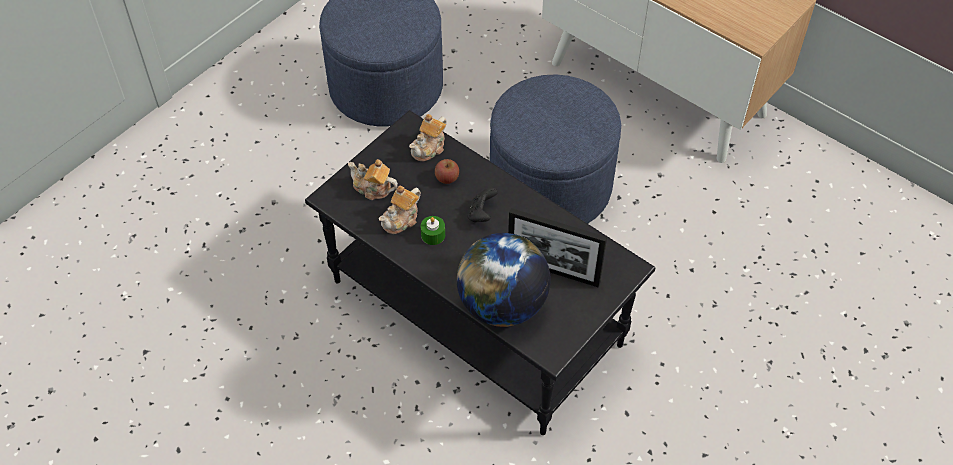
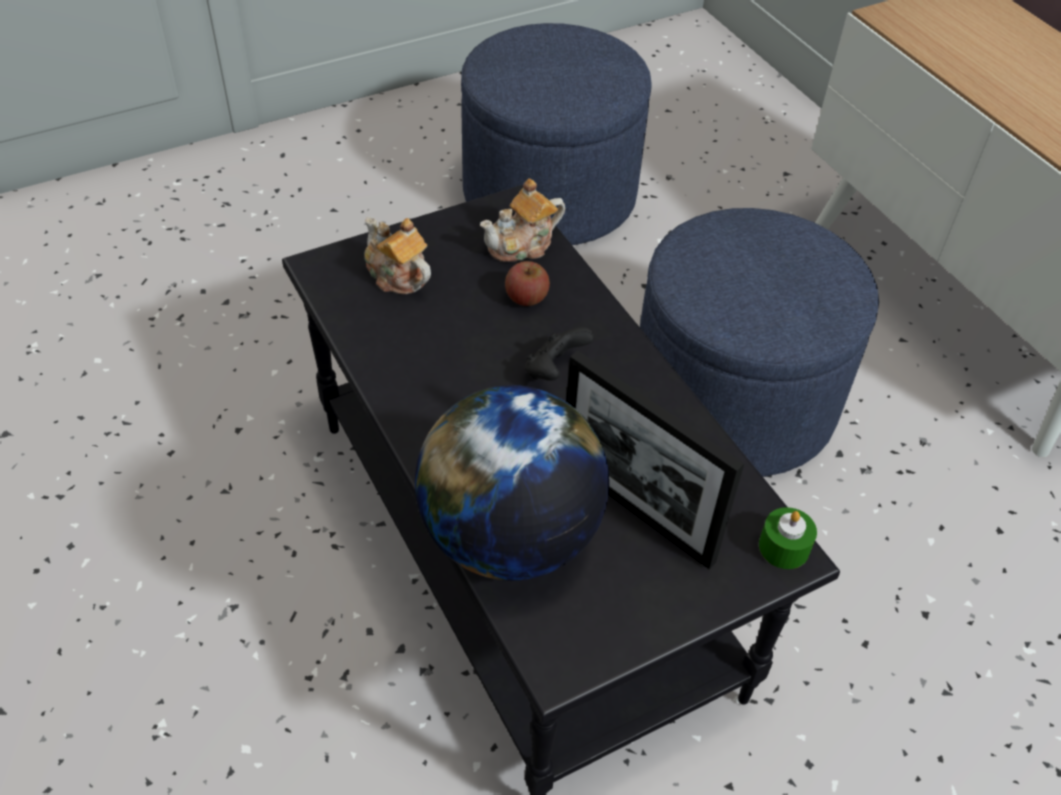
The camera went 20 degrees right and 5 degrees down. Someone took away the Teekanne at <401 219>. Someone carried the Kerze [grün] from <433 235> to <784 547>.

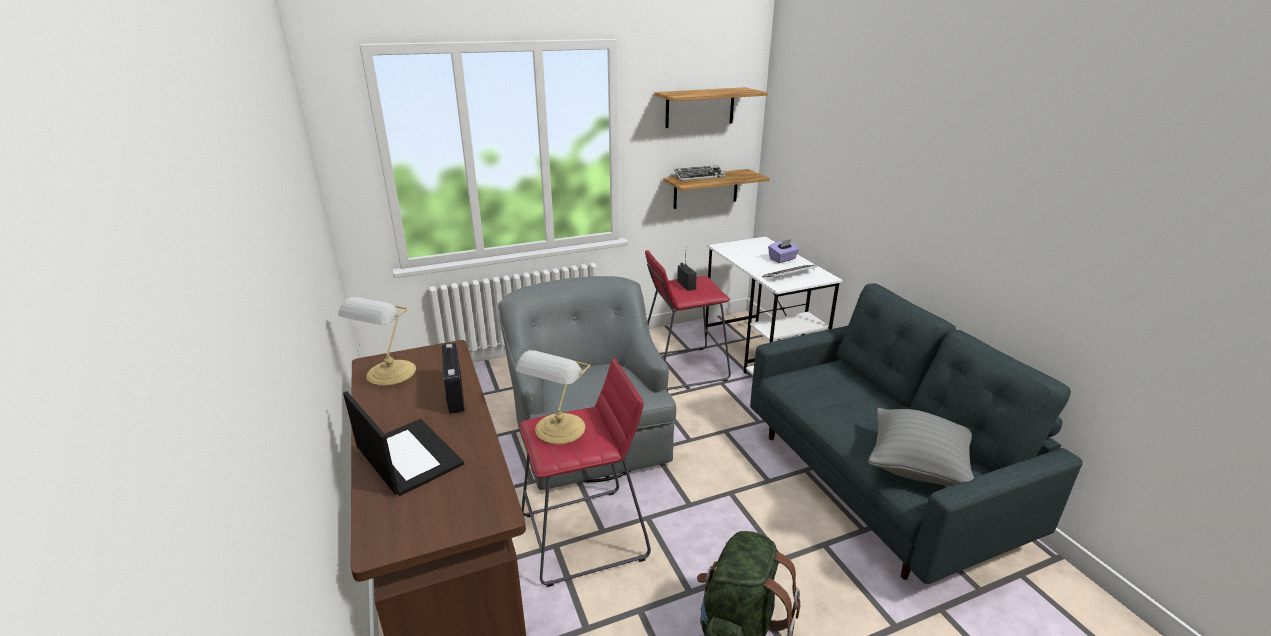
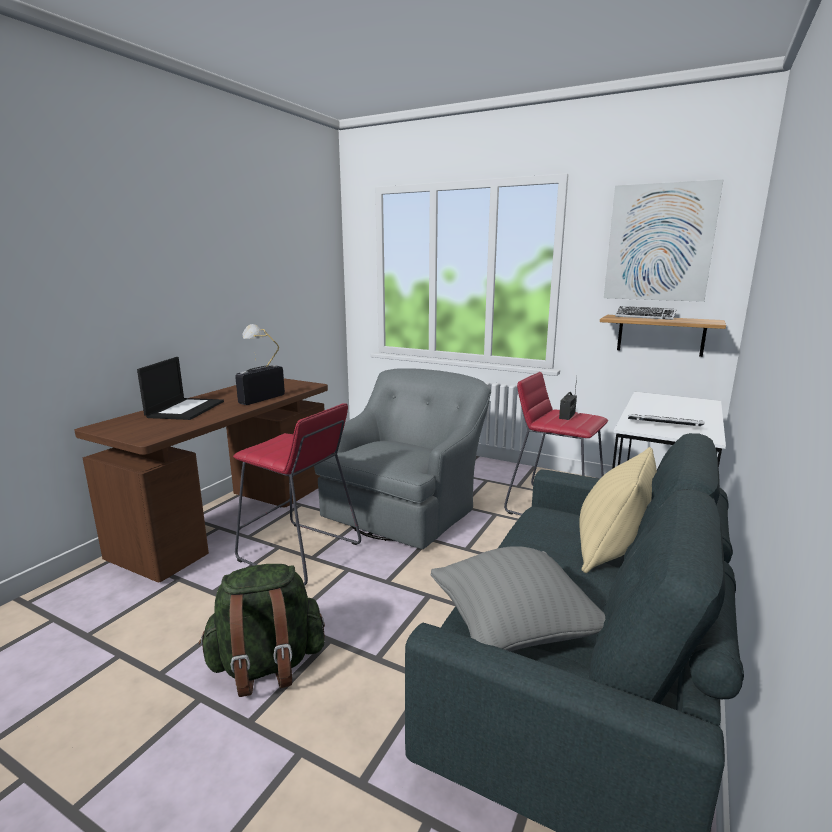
The camera went 50 degrees right and 10 degrees down. Someone took away the Tischlampe at <559 430>. Someone took away the Taschentuchbox [lila] at <782 259>. Someone put down the Kissen [beige] at <611 551>. Someone swapped the Wandregal at <700 107> for the Bild at <659 243>.

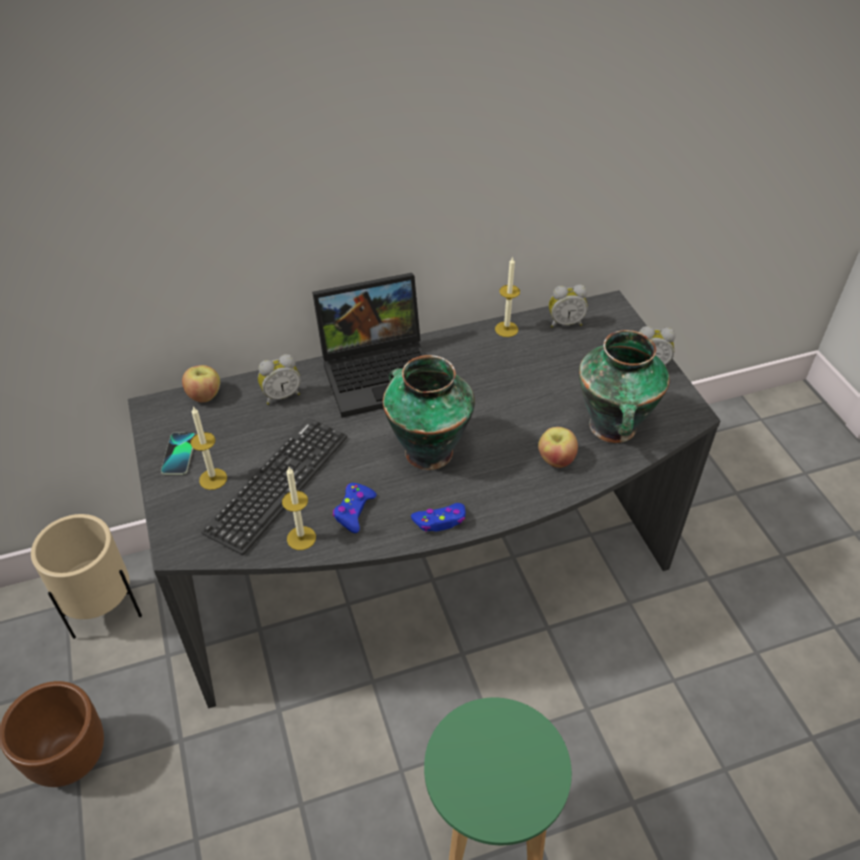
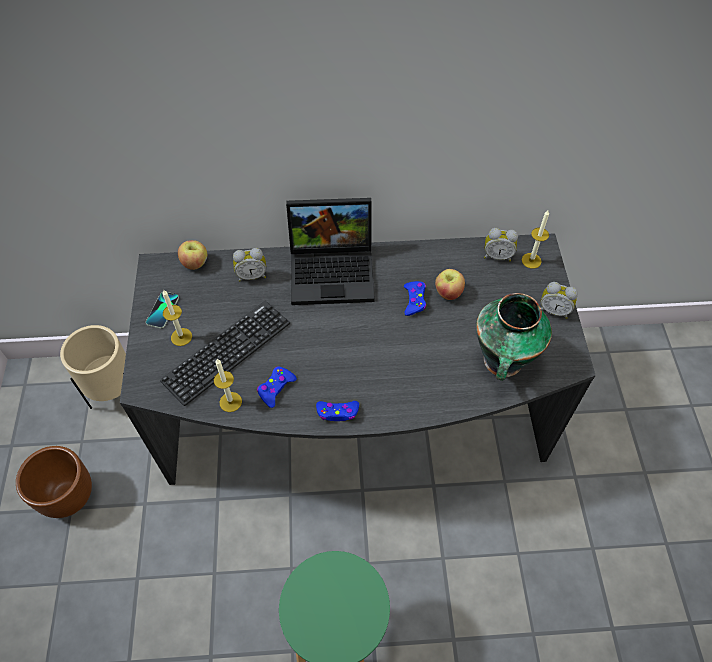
The camera went 15 degrees right and 10 degrees up. Someone took away the Vase at <427 450>. Someone put down the Gamepad [blau] at <414 300>. Someone carried the Kerze from <506 329> to <531 260>. Someone carried the Apfel from <556 459> to <448 292>.

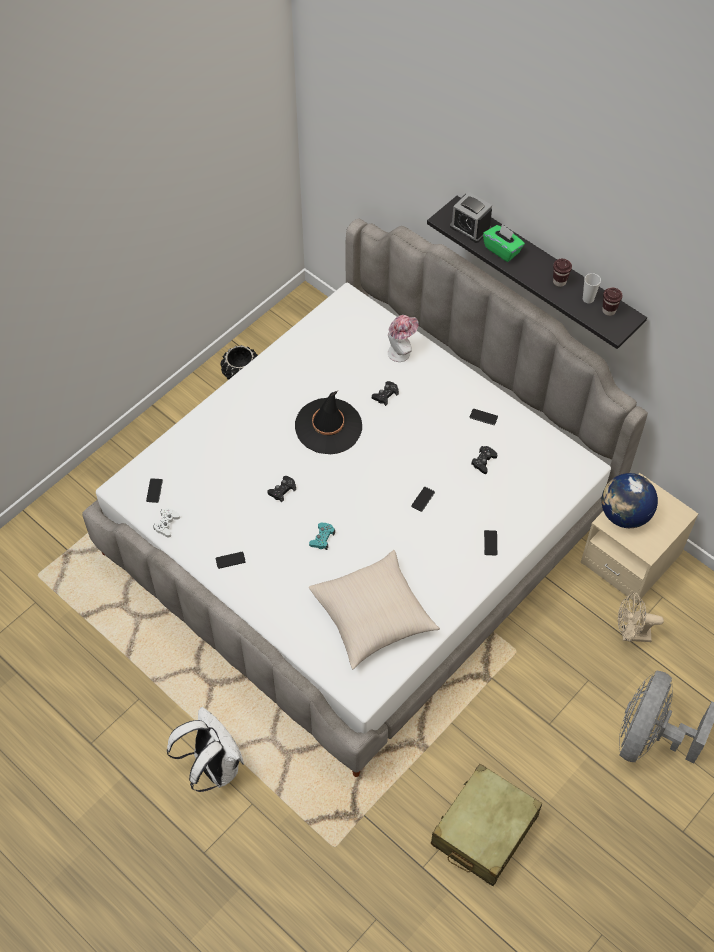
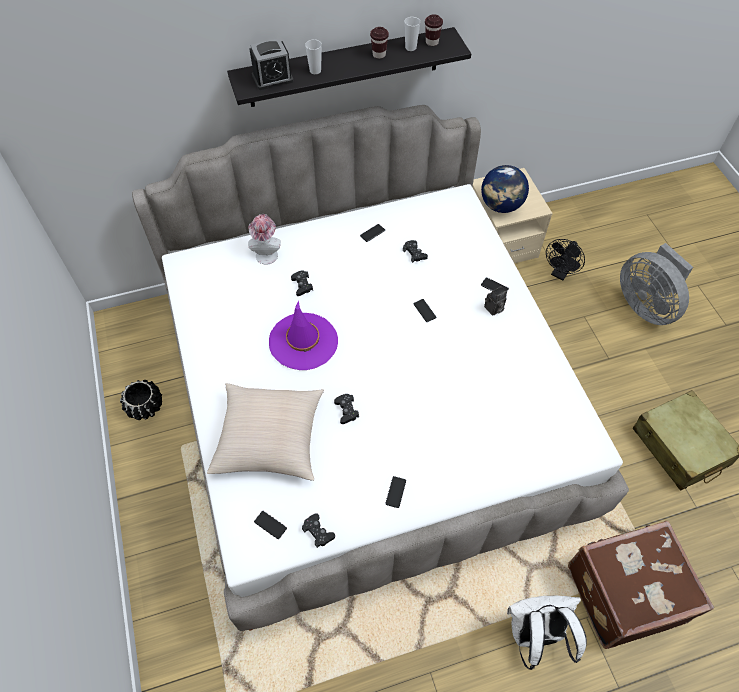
The camera went 60 degrees left and 0 degrees up. Someone took away the Gamepad [türkis] at <322 538>. Someone put down the Kamera at <493 309>. Someone put down the Koffer [braun] at <622 591>. Someone carried the Kissen [beige] from <373 616> to <269 438>. Someone swapped the Taschentuchbox [grün] at <502 250> for the Tasse at <315 71>. Someone repainted the Gamepad [weiß] at <166 524>, which became the Gamepad [schwarz] at <318 532>. Someone repainted the Hut [schwarz] at <328 426>, which became the Hut [lila] at <303 341>. Someone repainted the Ventilator [beige] at <631 634>, which became the Ventilator [schwarz] at <560 273>.

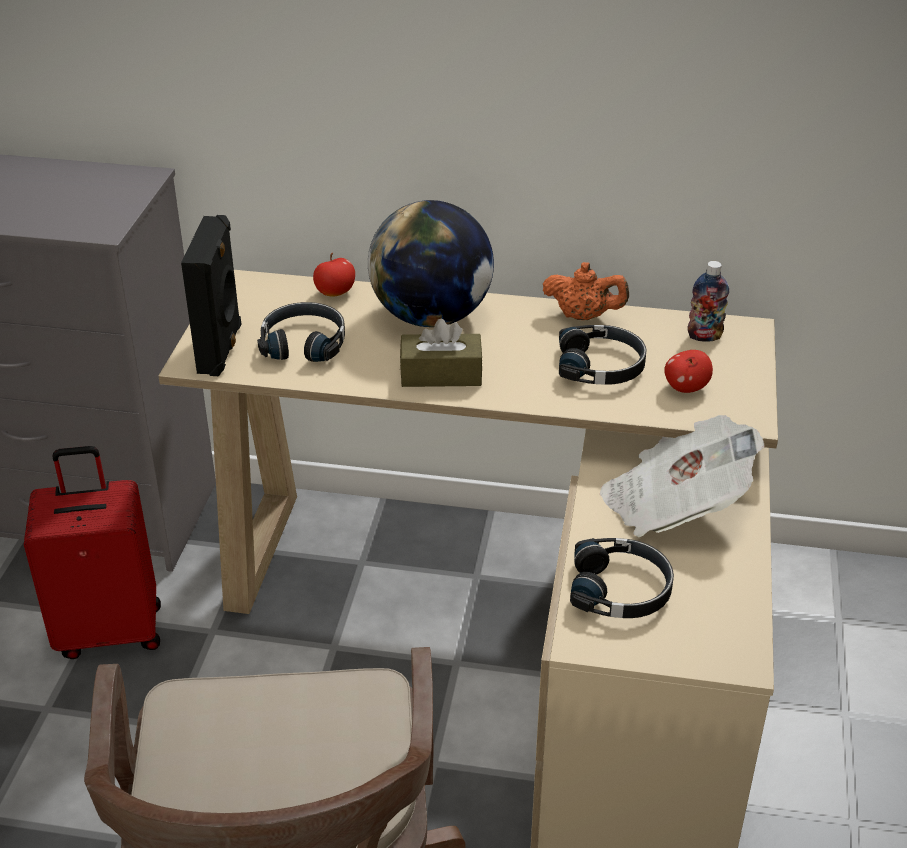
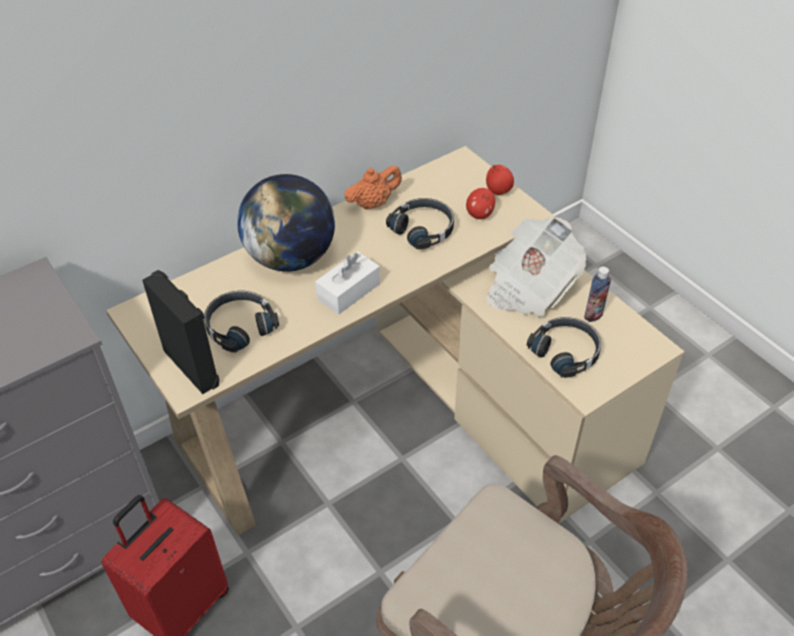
The camera went 45 degrees left and 10 degrees up. Someone carried the Apfel from <335 293> to <498 190>. Someone carried the Flasche from <704 336> to <593 314>. Someone repainted the Taschentuchbox [braun] at <441 374>, which became the Taschentuchbox [weiß] at <348 291>.

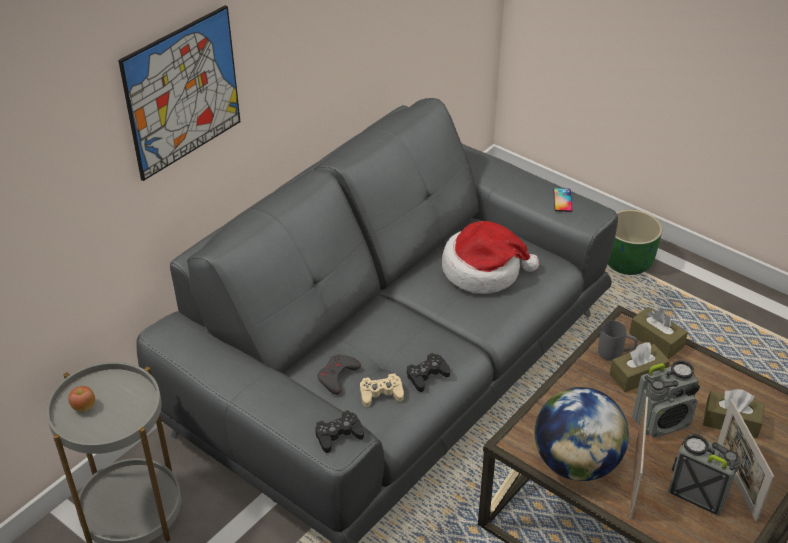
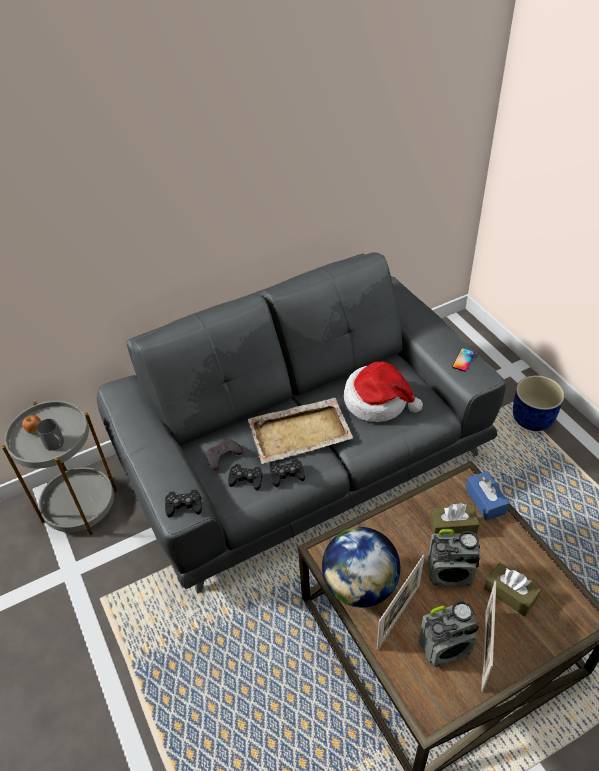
The camera went 25 degrees right and 5 degrees up. Someone took away the Bild at <182 92>. Someone put down the Tablett [beige] at <301 432>. Someone carried the Henkelbecher [grau] from <615 353> to <57 445>. Someone repainted the Gamepad [beige] at <381 394>, which became the Gamepad [schwarz] at <246 479>. Someone repainted the Pflanzkübel [grün] at <628 263>, which became the Pflanzkübel [blau] at <533 419>. Someone repainted the Taschentuchbox [braun] at <656 340>, which became the Taschentuchbox [blau] at <485 501>. Someone rotated the Radio at <698 492> by 105 degrees clockwise.

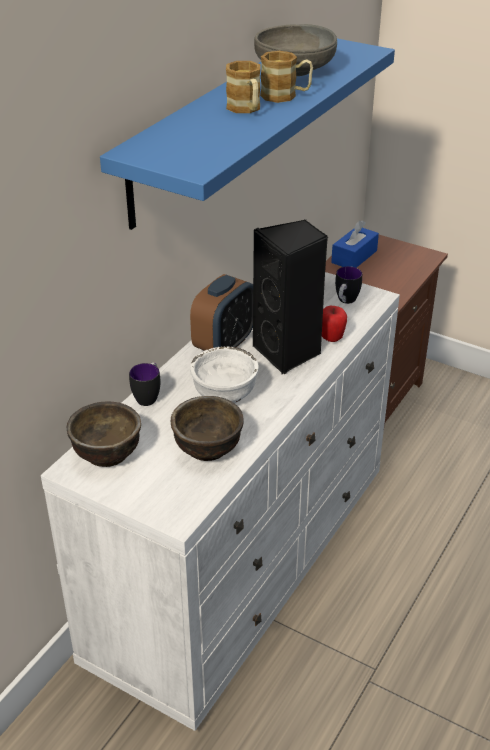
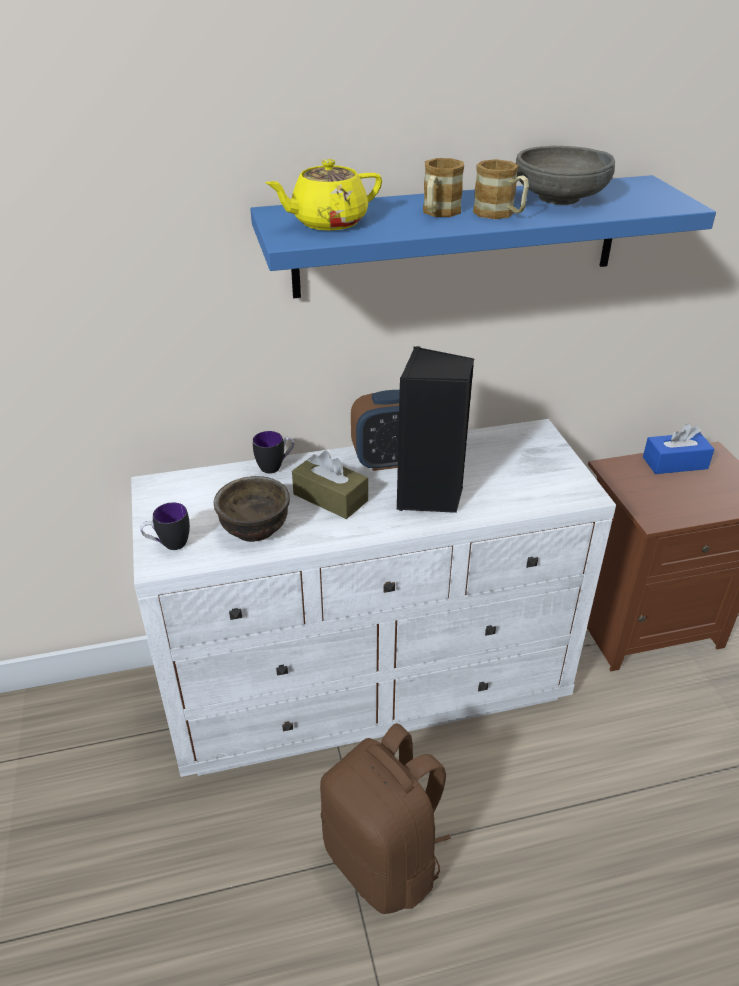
The camera went 45 degrees right and 0 degrees up. Someone took away the Schüssel [braun] at <106 453>. Someone took away the Apfel at <331 338>. Someone put down the Teekanne [gelb] at <327 222>. Someone put down the Rucksack [braun] at <384 860>. Someone carried the Henkelbecher from <345 302> to <169 545>. Someone swapped the Schüssel [weiß] at <225 394> for the Taschentuchbox [braun] at <330 497>.

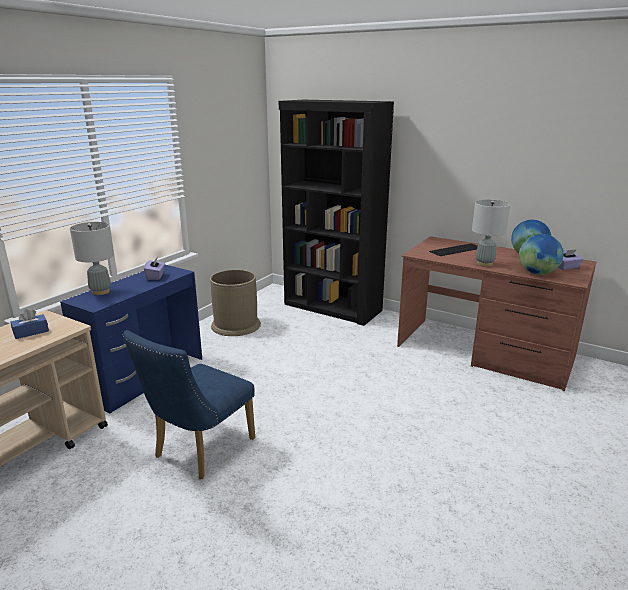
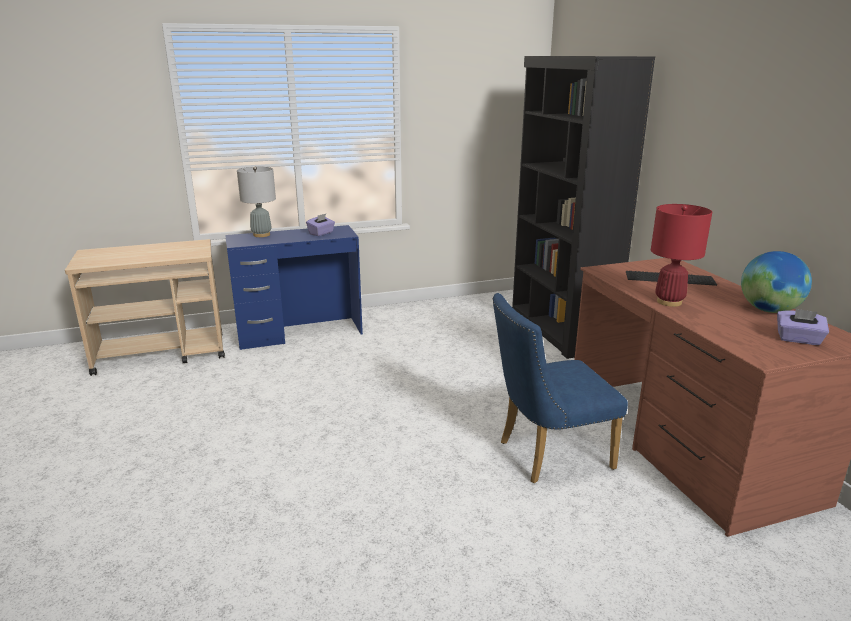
The camera went 40 degrees right and 0 degrees up. Someone took away the Taschentuchbox [blau] at <31 332>. Someone took away the Mülleimer [braun] at <236 325>. Someone took away the Globus at <537 273>. Someone carried the Stuhl [blau] from <198 451> to <546 455>. Someone repainted the Tischlampe [grau] at <484 264>, which became the Tischlampe [rot] at <669 302>.

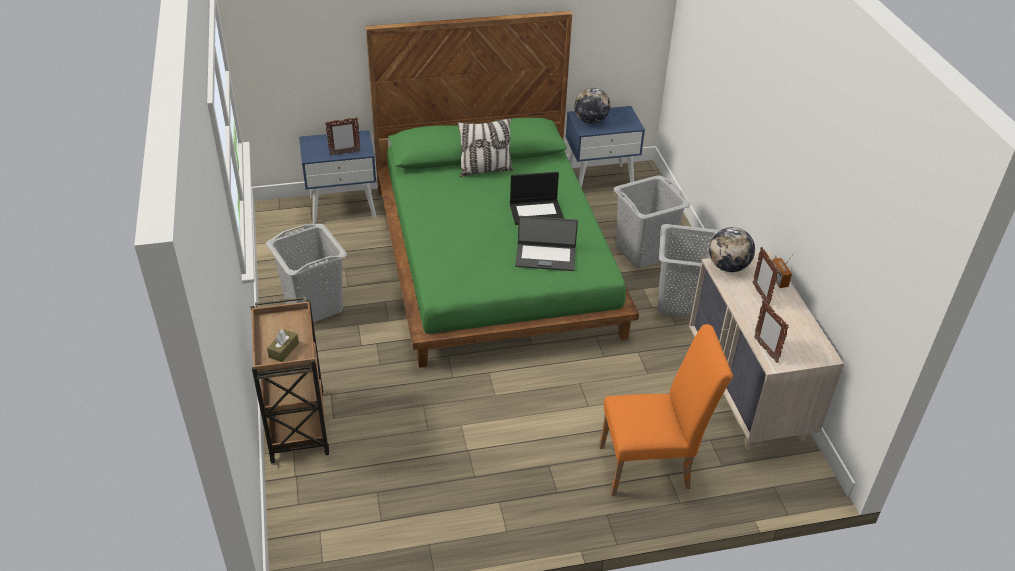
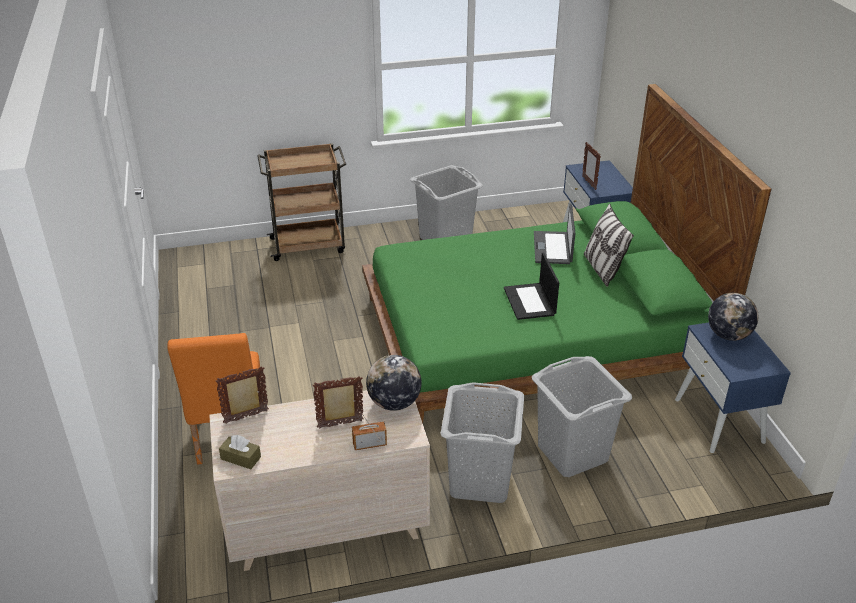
The camera went 90 degrees right and 5 degrees down. Someone carried the Taschentuchbox [braun] from <283 350> to <240 458>. Someone carried the Laptop from <545 257> to <553 248>.

